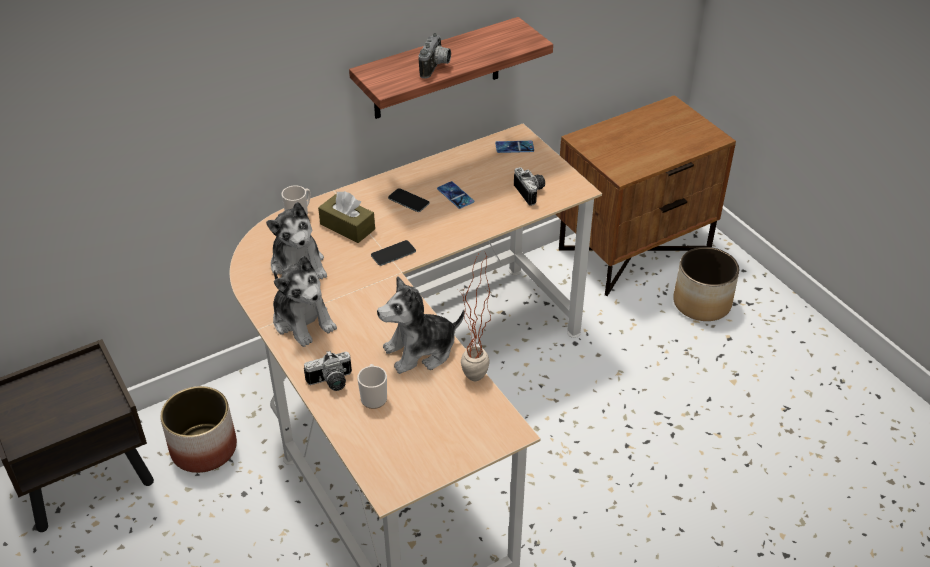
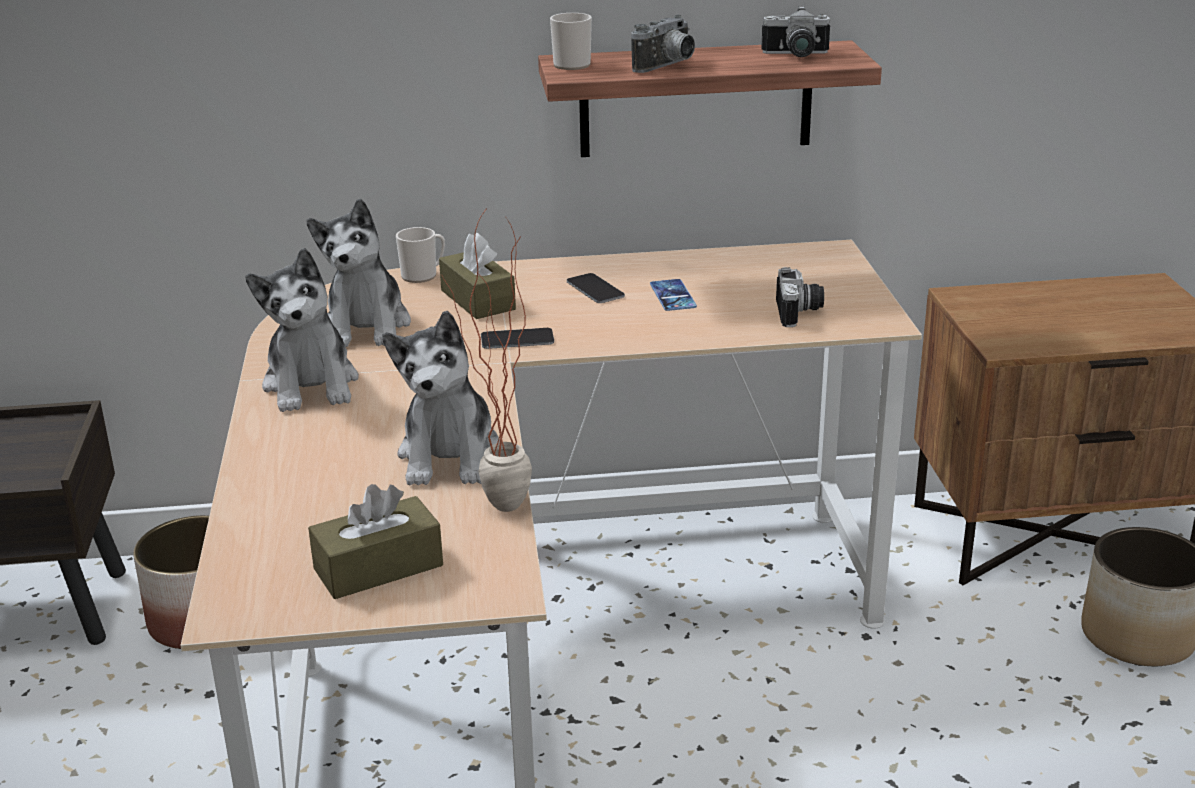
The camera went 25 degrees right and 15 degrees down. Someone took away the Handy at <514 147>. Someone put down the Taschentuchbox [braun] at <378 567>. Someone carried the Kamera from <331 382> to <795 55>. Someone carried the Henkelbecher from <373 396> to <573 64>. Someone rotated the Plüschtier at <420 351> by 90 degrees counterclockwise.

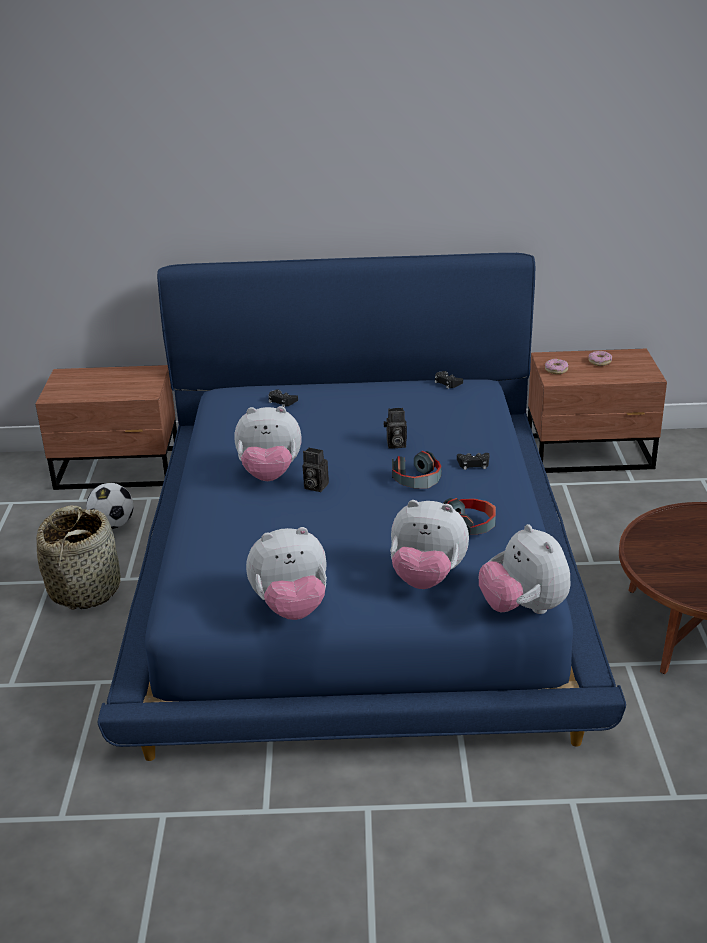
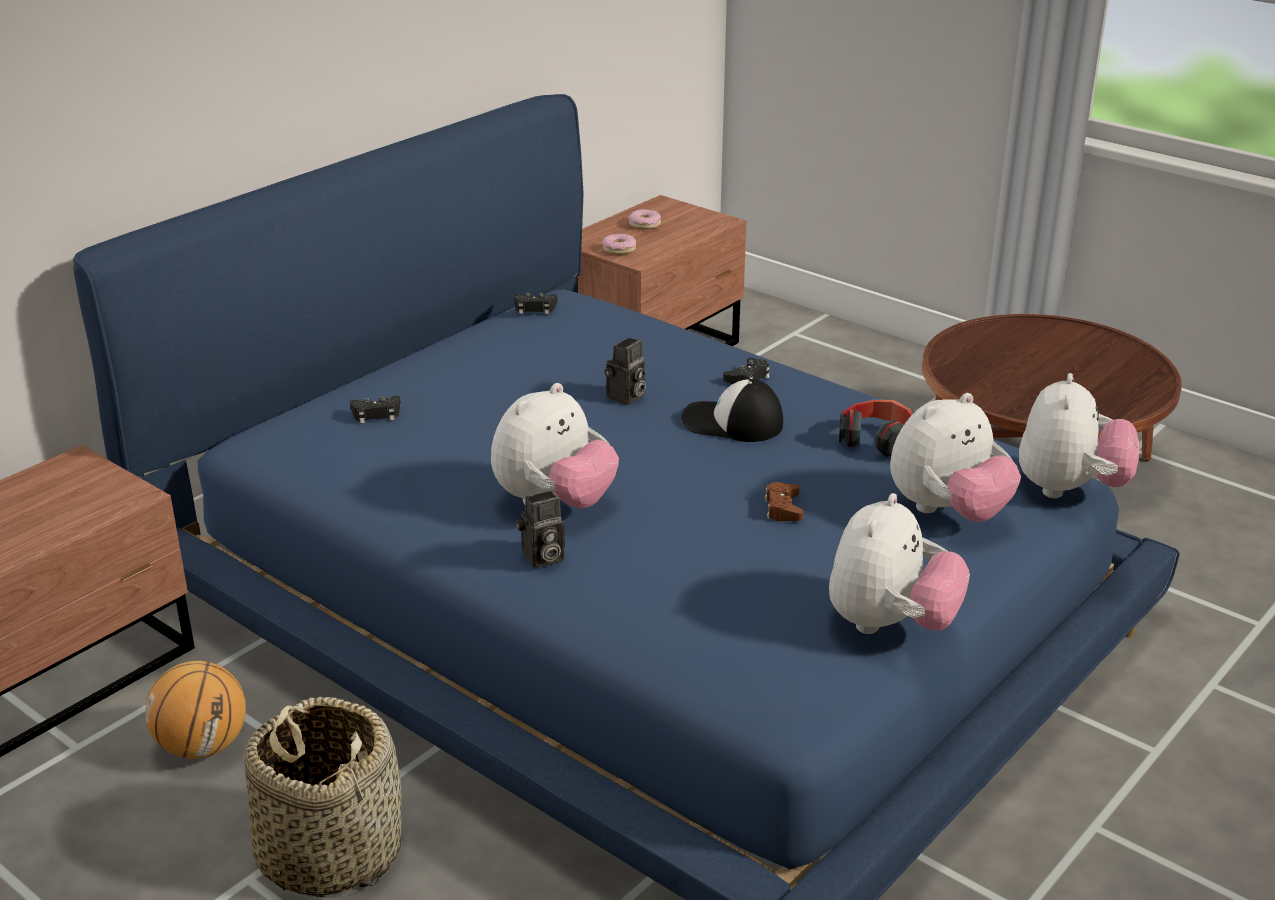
The camera went 50 degrees left and 0 degrees up. Someone put down the Gamepad [braun] at <783 508>. Someone carried the Kamera from <314 486> to <542 558>. Someone swapped the Fußball at <113 525> for the Basketball at <203 746>. Someone swapped the Kopfhörer at <417 480> for the Kappe at <731 423>. Someone rotated the Plüschtier at <523 608> by 90 degrees counterclockwise.

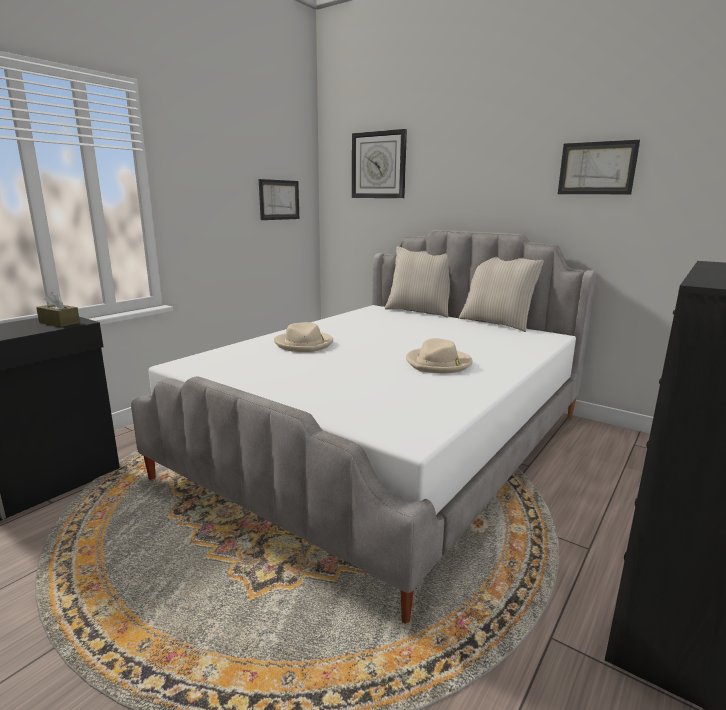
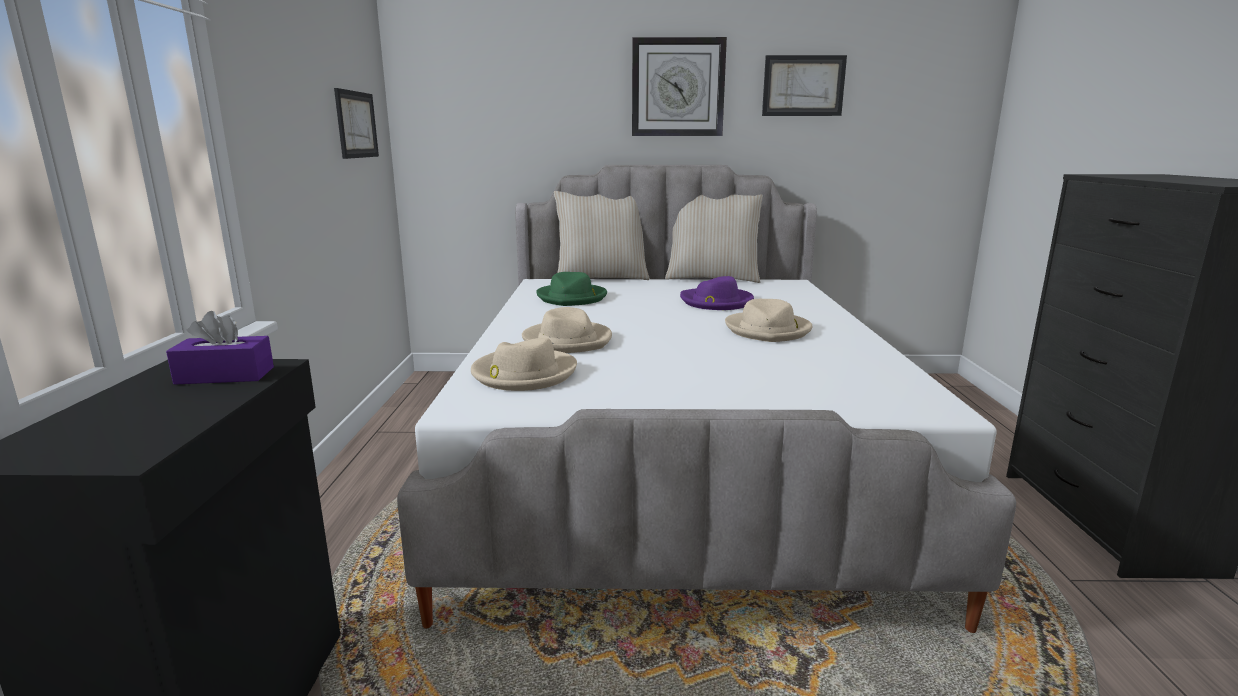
The camera went 35 degrees left and 0 degrees up. Someone put down the Hut [beige] at <523 374>. Someone put down the Hut [grün] at <572 298>. Someone put down the Hut [lila] at <716 302>. Someone carried the Wanduhr from <378 165> to <677 88>. Someone repainted the Taschentuchbox [braun] at <59 322>, which became the Taschentuchbox [lila] at <225 375>.

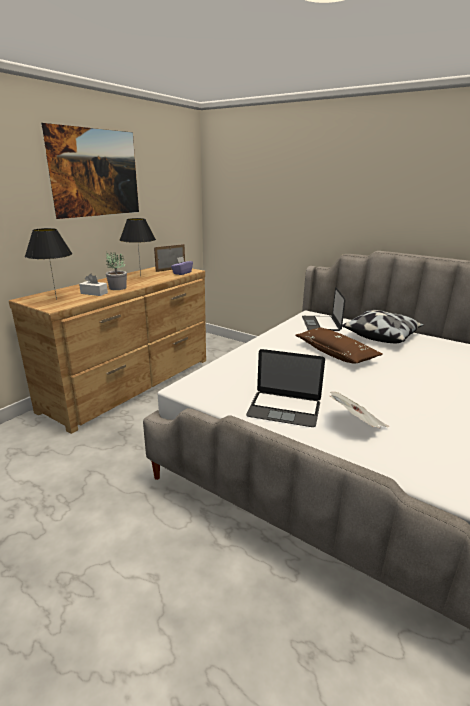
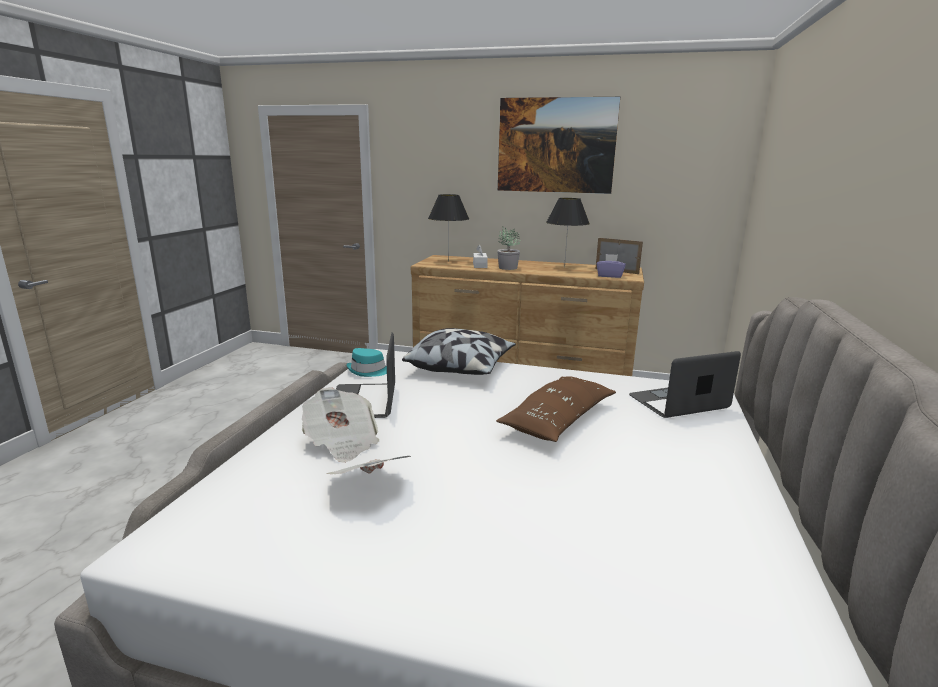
The camera went 70 degrees right and 5 degrees down. Someone put down the Zeitung at <369 485>. Someone put down the Hut [türkis] at <369 371>. Someone carried the Kissen from <381 336> to <461 367>.

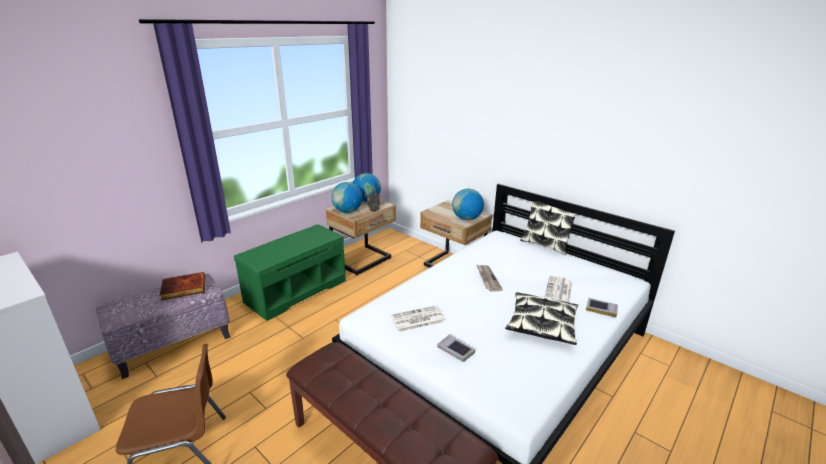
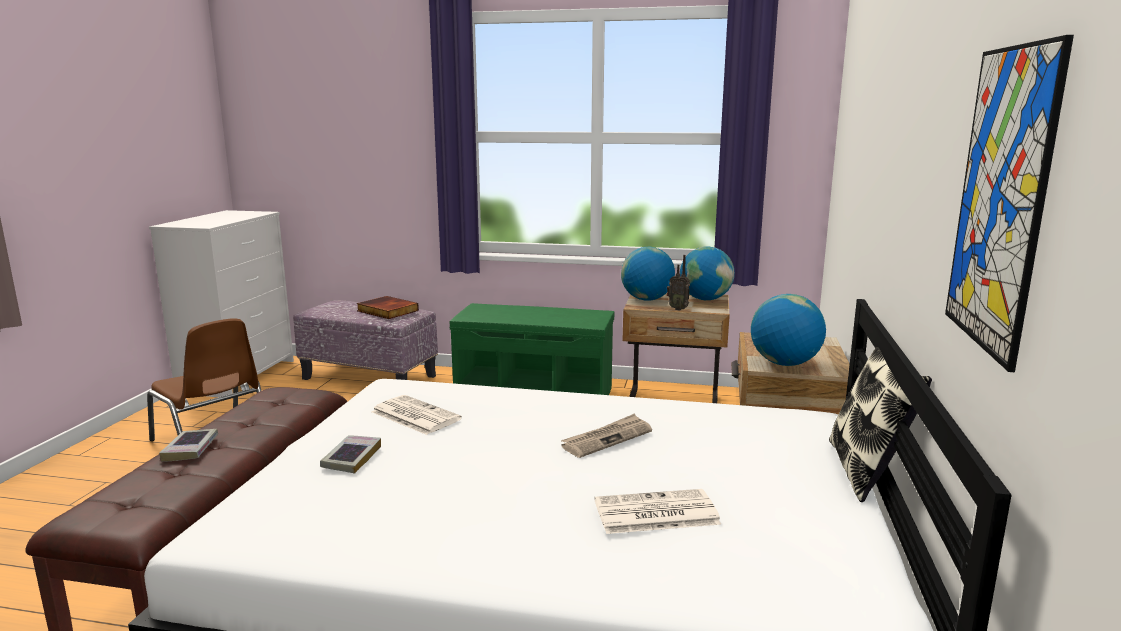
The camera went 60 degrees right and 10 degrees down. Someone took away the Kissen at <541 324>. Someone put up the Bild at <1000 200>. Someone carried the Buch from <601 309> to <190 449>.

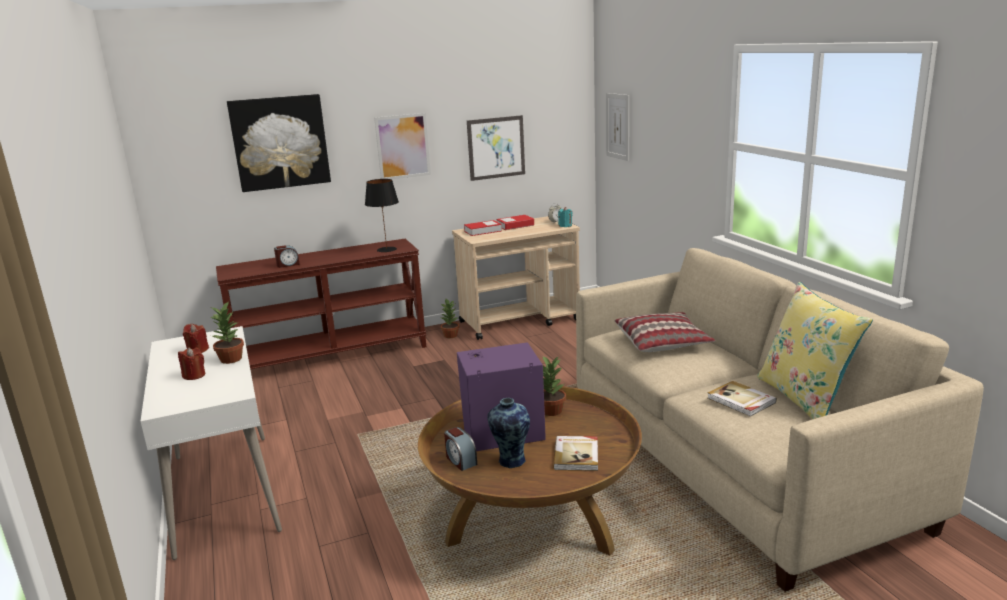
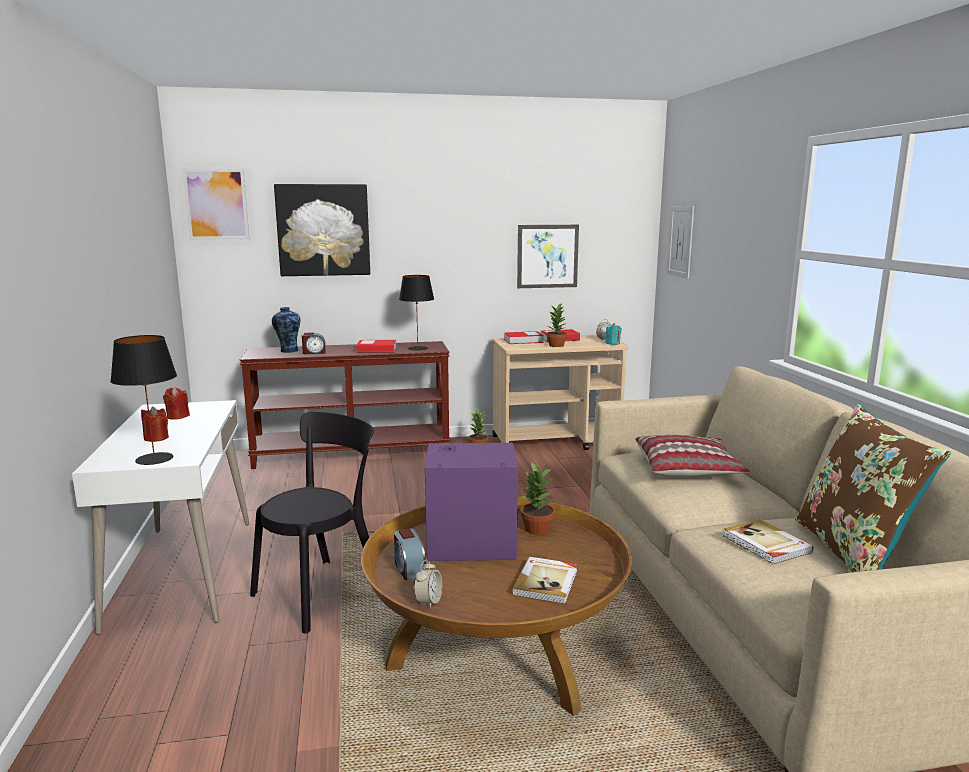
The camera went 10 degrees right and 5 degrees down. Someone put down the Tischlampe [schwarz] at <155 458>. Someone put down the Stuhl [schwarz] at <323 591>. Someone put down the Buch at <376 350>. Someone put down the Wecker at <428 601>. Someone carried the Topfpflanze from <231 359> to <556 345>. Someone carried the Bild from <403 146> to <216 204>. Someone carried the Vase from <510 461> to <288 351>. Someone repainted the Kissen [gelb] at <805 398>, which became the Kissen [braun] at <853 553>.

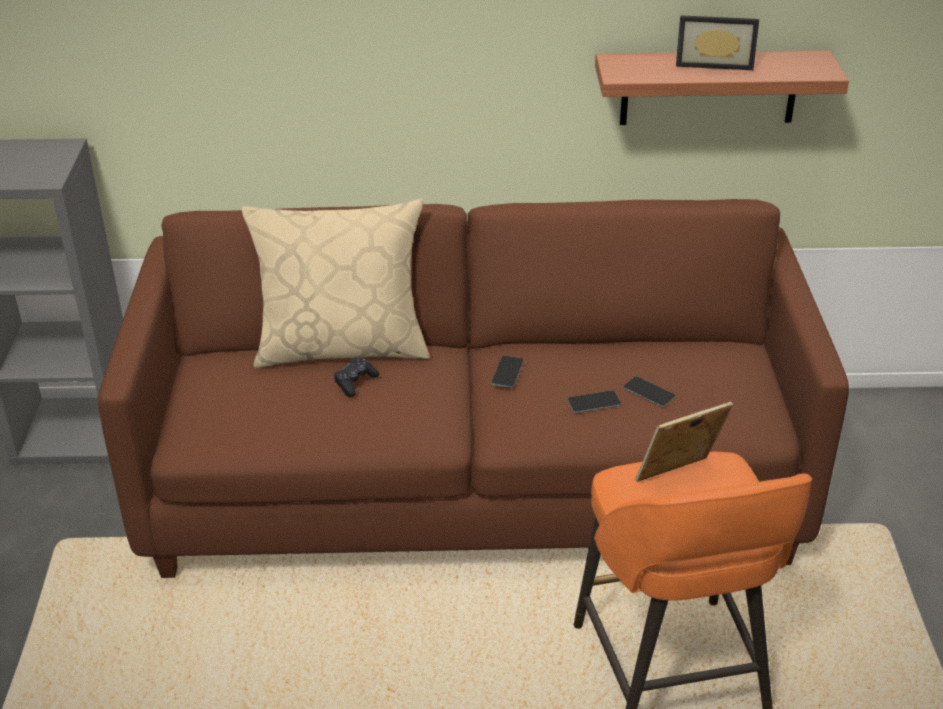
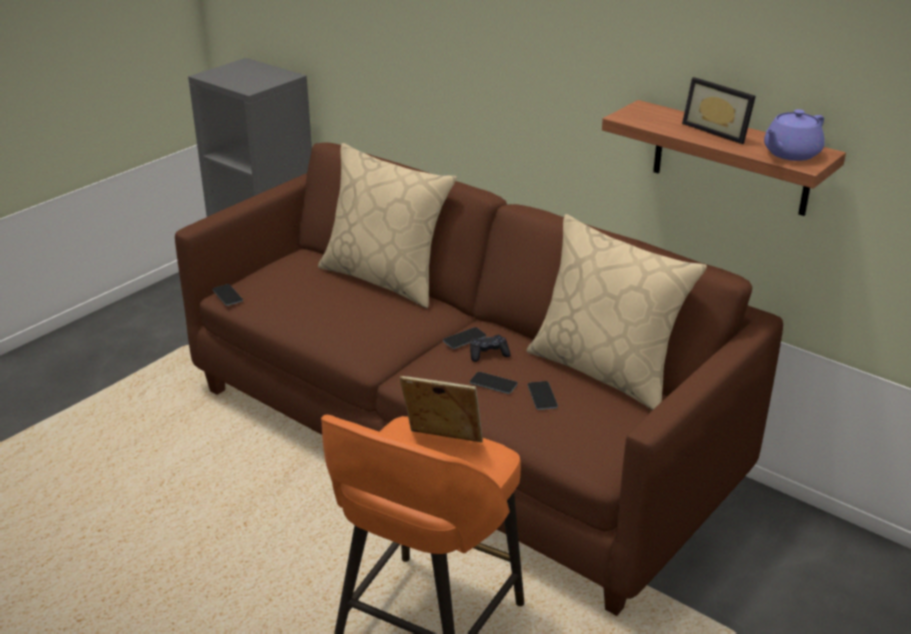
The camera went 40 degrees right and 5 degrees down. Someone put down the Handy at <227 295>. Someone put down the Kissen [beige] at <605 370>. Someone put down the Teekanne [lila] at <790 154>. Someone carried the Gamepad [schwarz] from <355 382> to <488 354>.

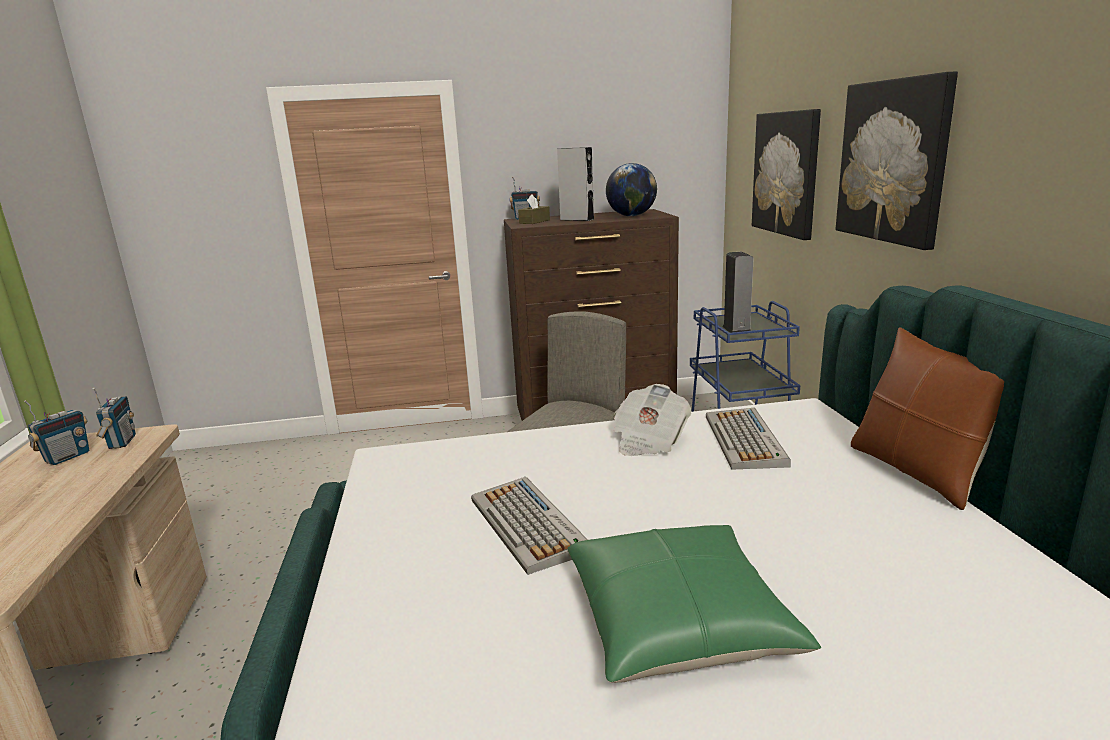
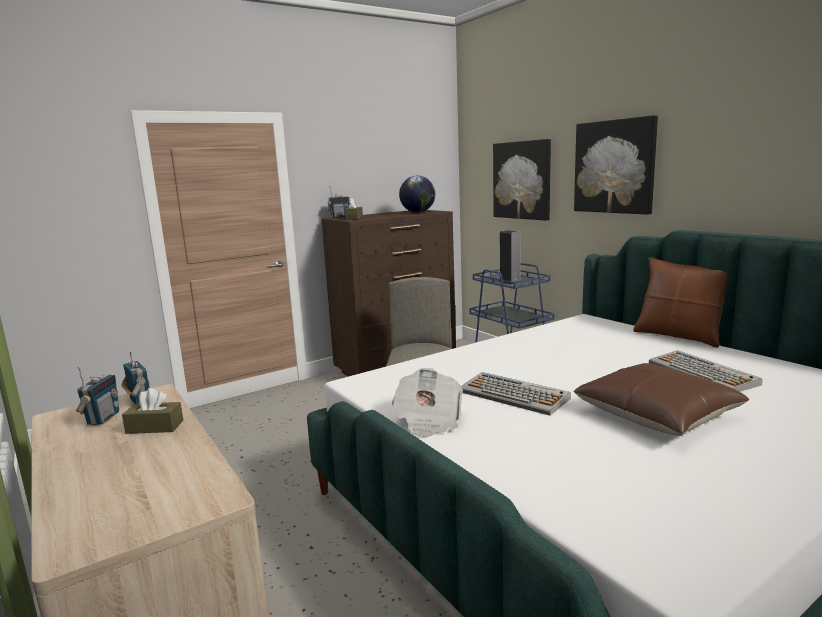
The camera went 25 degrees left and 5 degrees down. Someone took away the Lautsprecher [grau] at <577 219>. Someone put down the Taschentuchbox [braun] at <155 427>. Someone carried the Zeitung from <648 440> to <428 421>. Someone carried the Tastatur from <745 440> to <703 373>. Someone repainted the Kissen [grün] at <678 620>, which became the Kissen [braun] at <656 414>.

